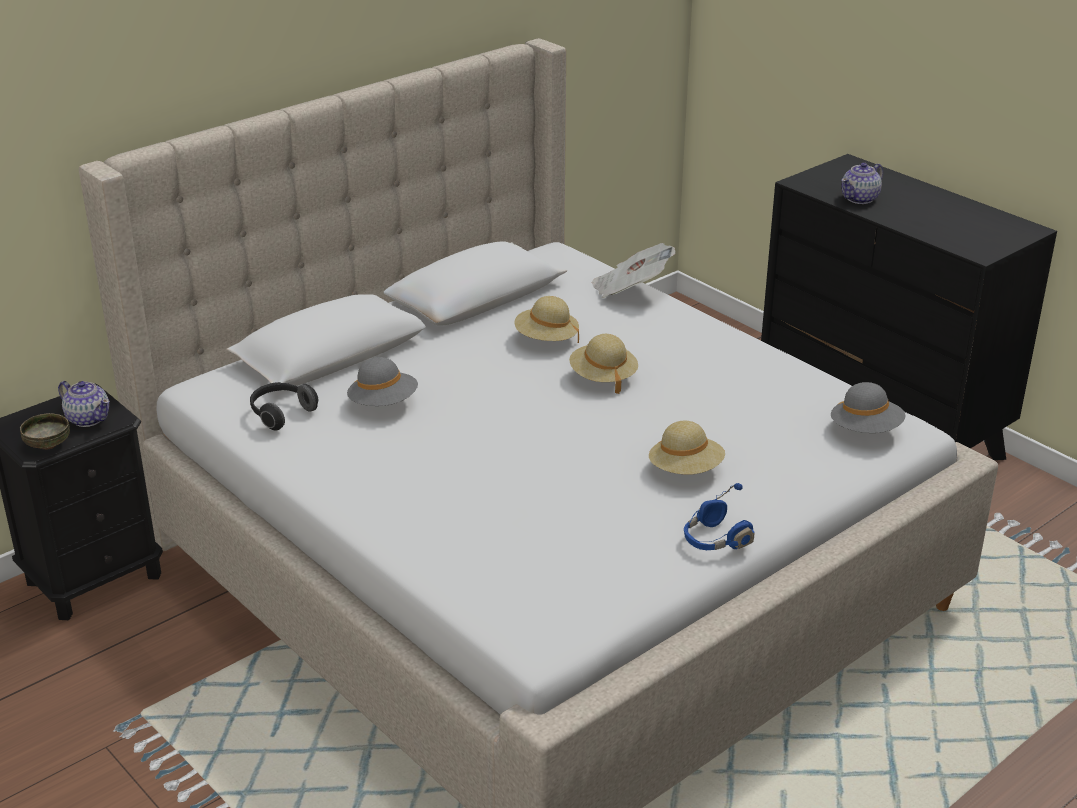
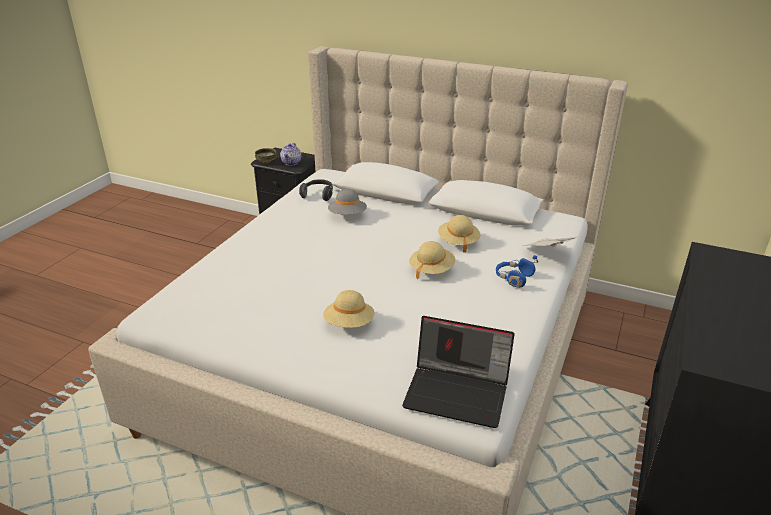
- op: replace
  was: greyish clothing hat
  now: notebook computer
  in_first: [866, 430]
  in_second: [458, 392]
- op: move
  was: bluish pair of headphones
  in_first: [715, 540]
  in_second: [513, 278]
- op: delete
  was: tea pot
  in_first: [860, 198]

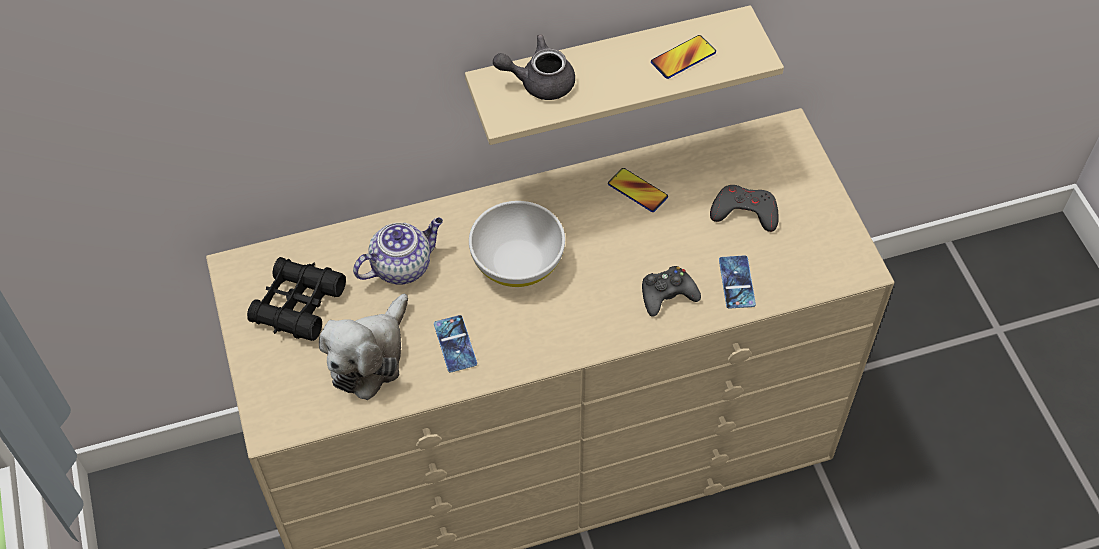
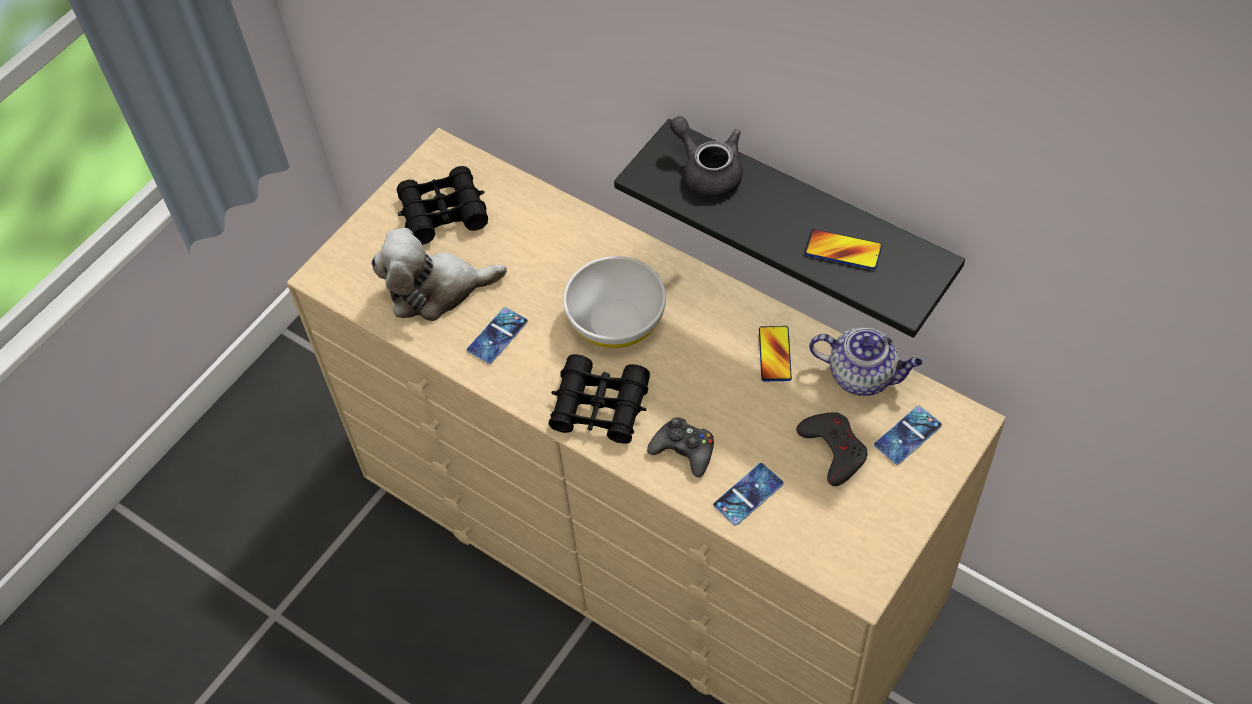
- op: insert
  now: blackish pair of binoculars
  in_second: [600, 407]
- op: recolor
  was: beige wall shelf
  now: blackish wall shelf
  in_first: [608, 71]
  in_second: [808, 220]
- op: move
  was: tea pot
  in_first: [402, 266]
  in_second: [863, 375]
- op: insert
  now: handset
  in_second: [907, 435]

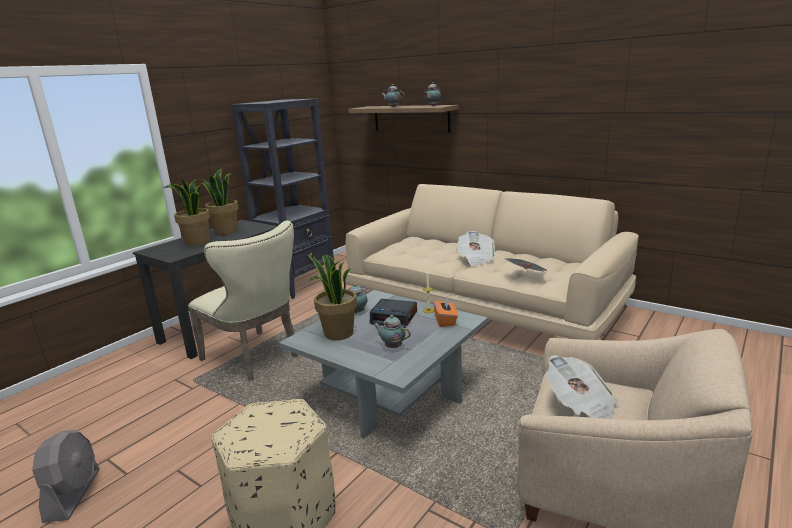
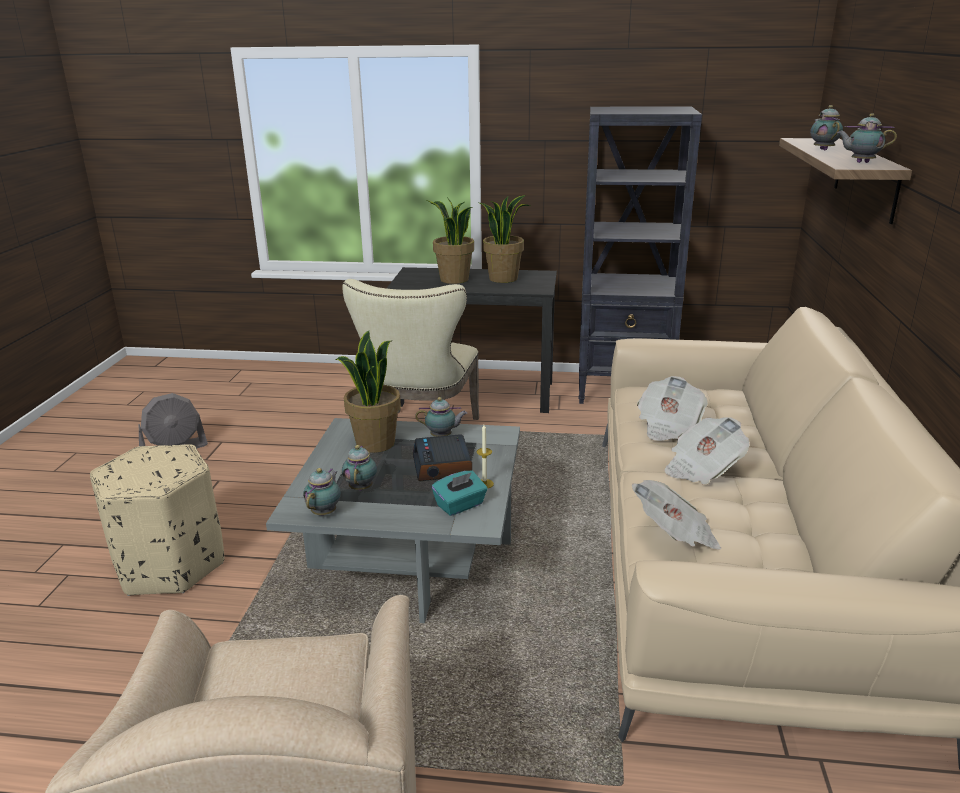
- op: insert
  now: tea pot
  in_second: [325, 512]
- op: recolor
  was: orange-coloured tissue box
  now: turquoise-coloured tissue box
  in_first: [445, 321]
  in_second: [460, 505]
- op: move
  was: printed paper
  in_first: [580, 406]
  in_second: [668, 426]

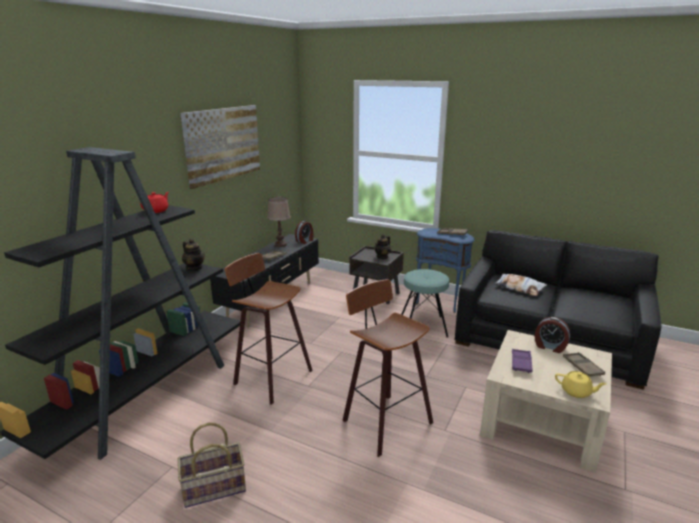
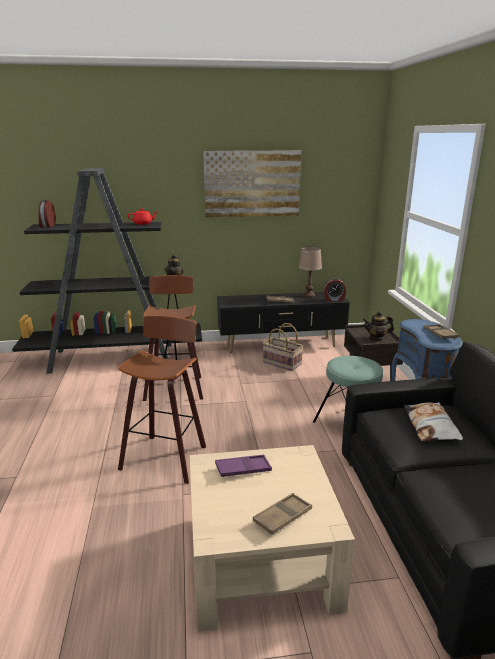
- op: move
  was: alarm clock
  in_first: [550, 347]
  in_second: [47, 225]
- op: move
  was: storage basket
  in_first: [214, 489]
  in_second: [281, 363]
- op: delete
  was: yellow tea pot
  in_first: [576, 392]

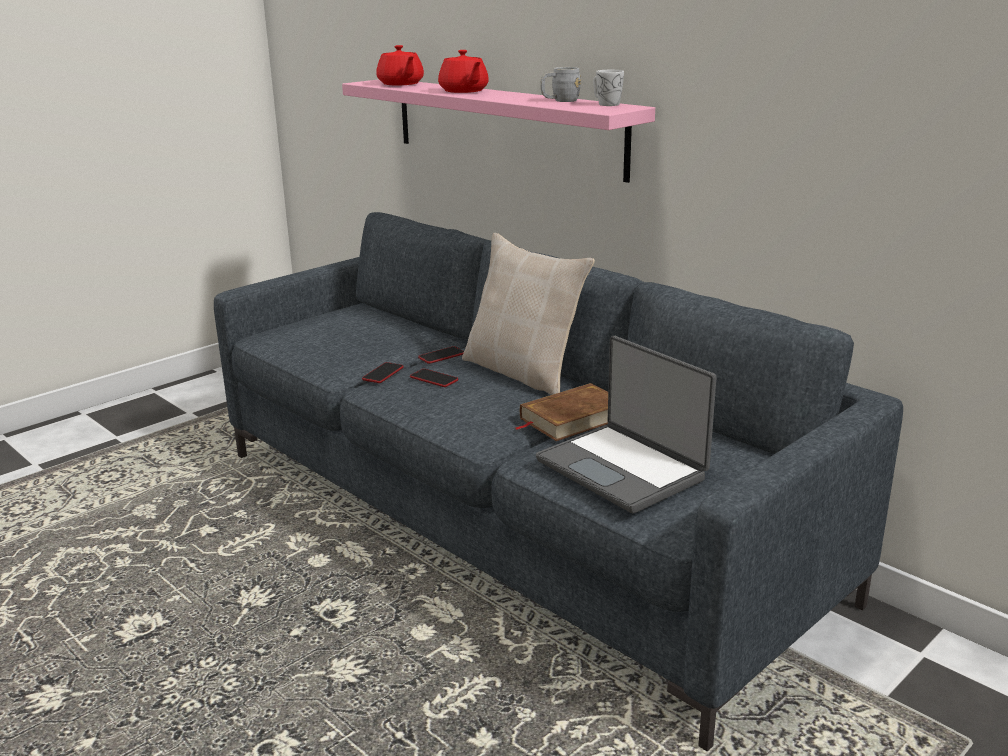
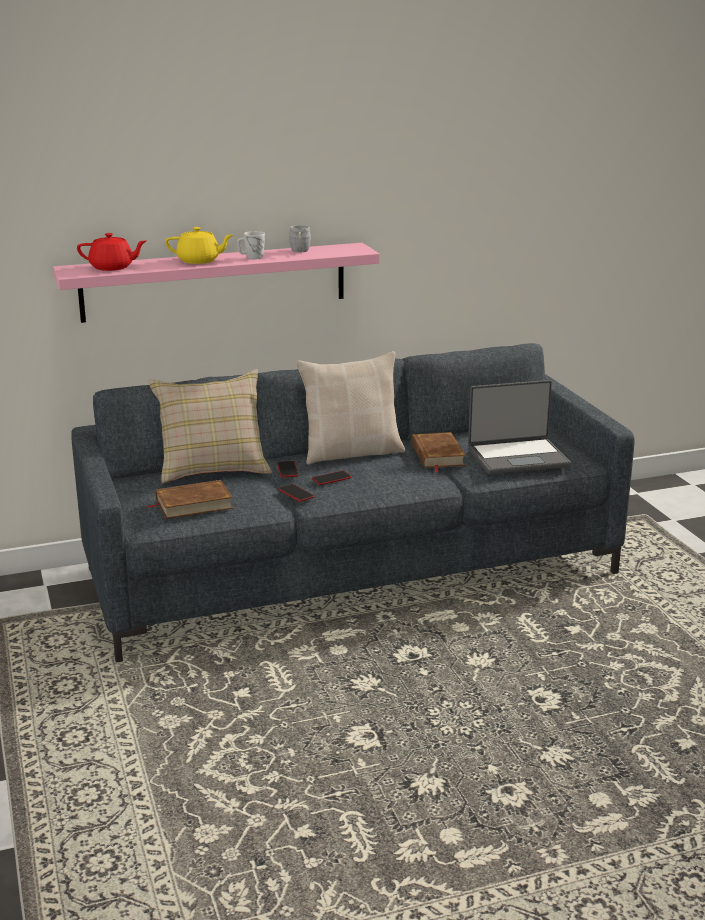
- op: insert
  now: brown-coloured bound book
  in_second: [193, 504]
- op: insert
  now: beige throw pillow
  in_second: [212, 468]
- op: recolor
  was: red tea pot
  now: yellow tea pot
  in_first: [464, 91]
  in_second: [199, 261]
- op: move
  was: white-coloured coffee mug
  in_first: [606, 104]
  in_second: [251, 257]

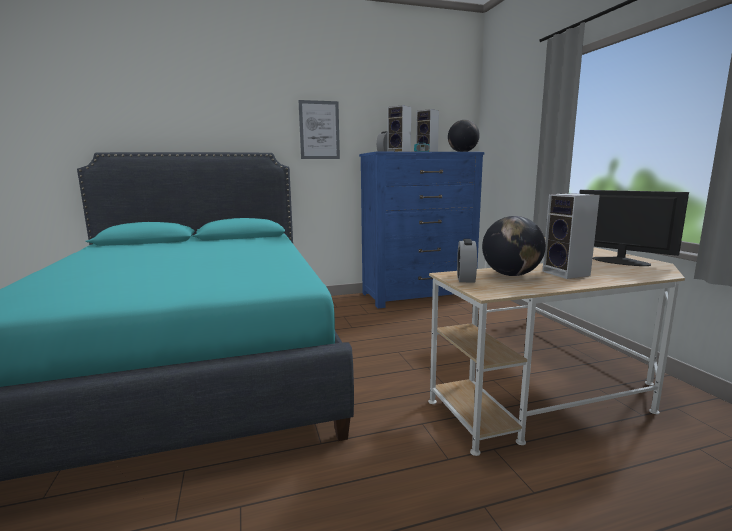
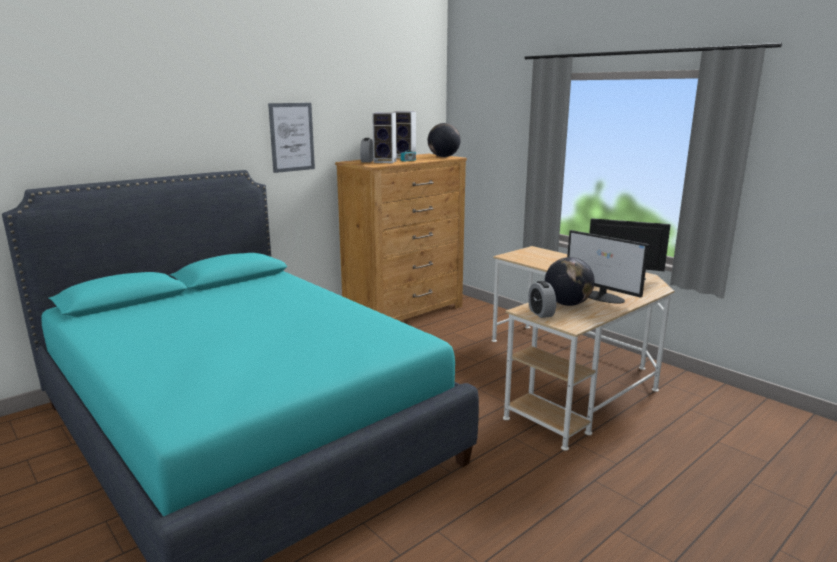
- op: recolor
  was: bluish chest of drawers
  now: brown-coloured chest of drawers
  in_first: [418, 295]
  in_second: [404, 312]
- op: replace
  was: loudspeaker
  now: computer display
  in_first: [567, 274]
  in_second: [603, 297]

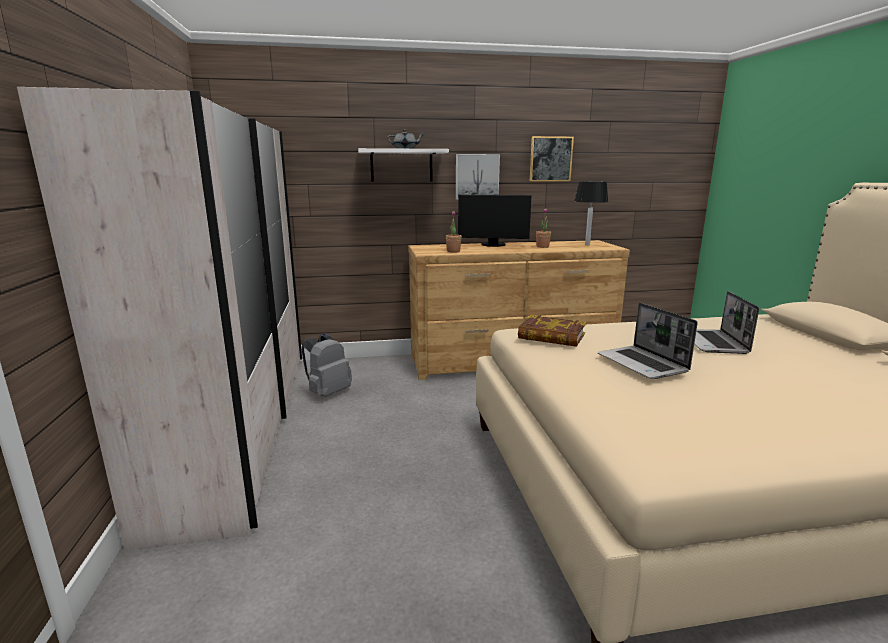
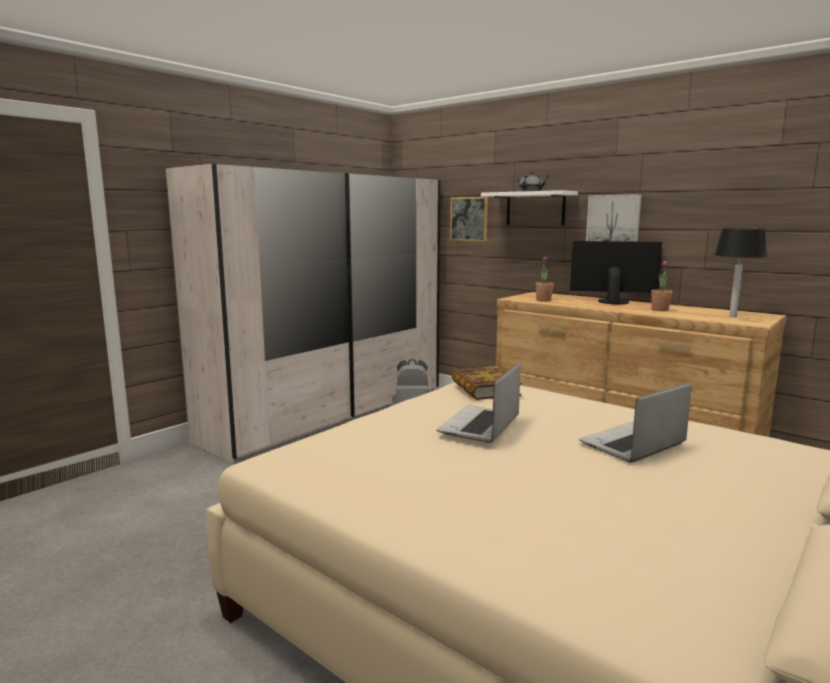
- op: move
  was: picture
  in_first: [550, 159]
  in_second: [469, 219]
- op: rotate
  was: computer display
  in_first: [493, 245]
  in_second: [612, 301]
  clockwise: 135

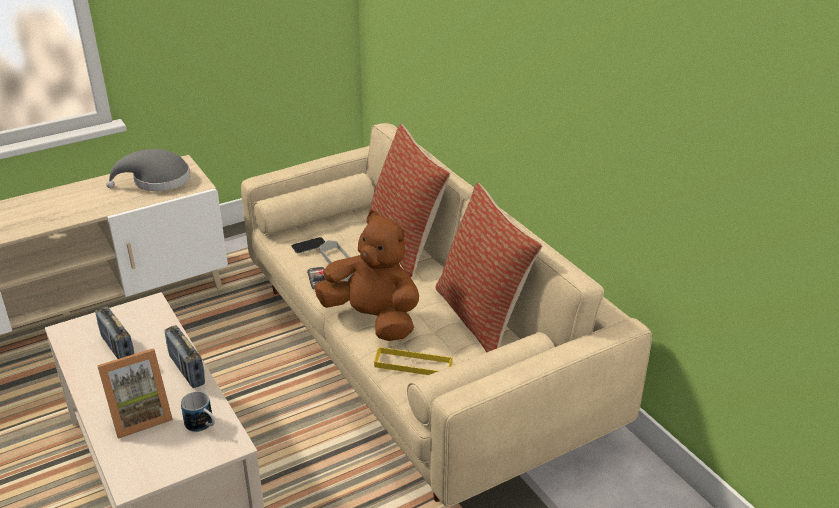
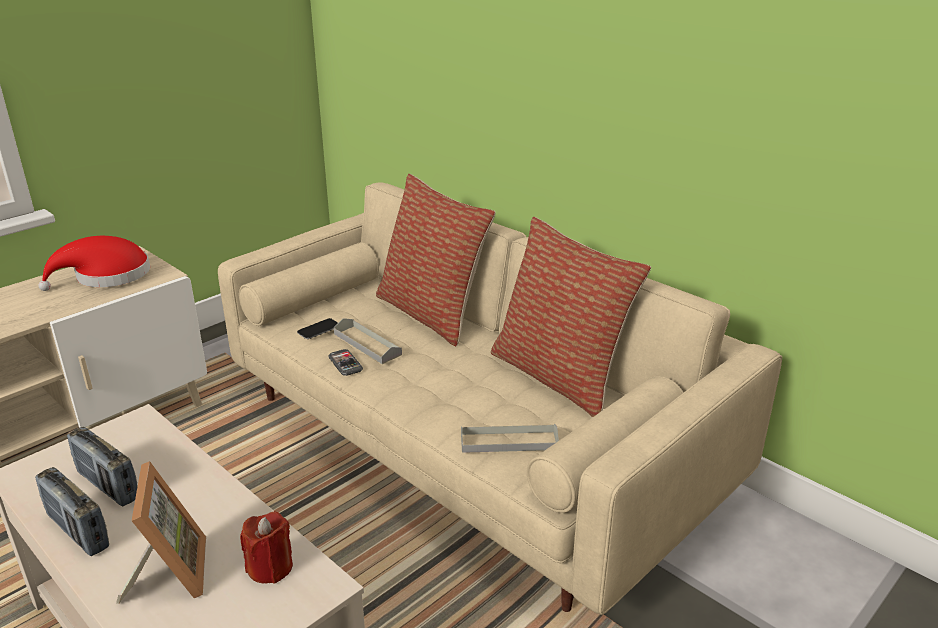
- op: move
  was: radio set
  in_first: [187, 370]
  in_second: [78, 531]
- op: recolor
  was: greyish clothing hat
  now: red clothing hat
  in_first: [157, 181]
  in_second: [106, 276]
- op: rotate
  was: photo frame
  in_first: [139, 416]
  in_second: [169, 573]
  clockwise: -60
- op: replace
  was: coffee mug
  now: red wax light
  in_first: [203, 425]
  in_second: [270, 567]
- op: recolor
  was: yellow tray
  now: greyish tray
  in_first: [413, 365]
  in_second: [508, 442]
- op: delete
  was: brown-coloured plush toy
  in_first: [373, 319]

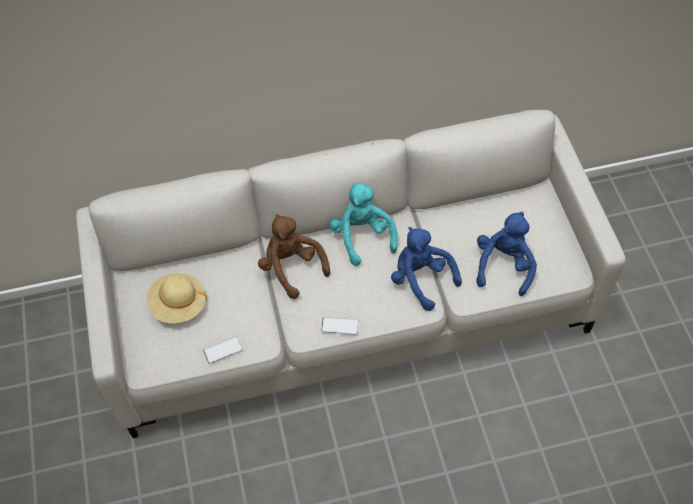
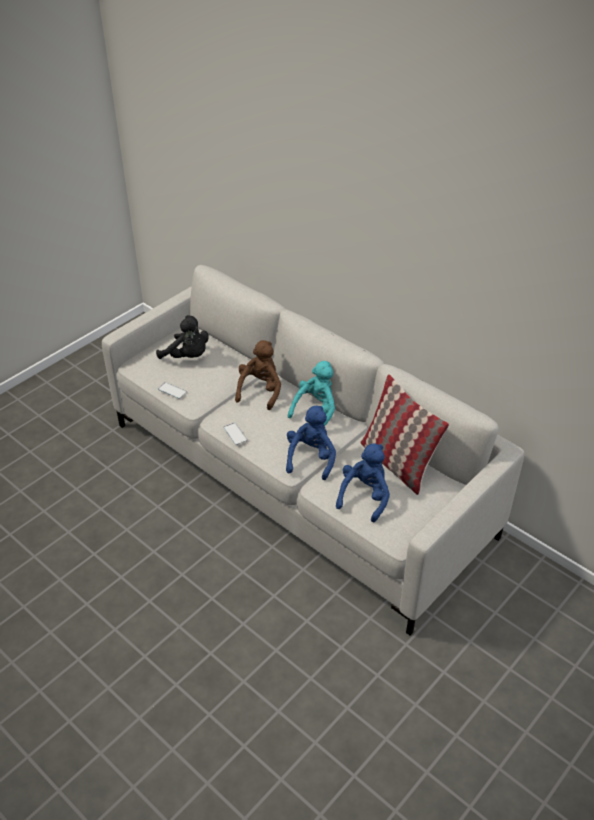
- op: replace
  was: beige clothing hat
  now: blackish plush toy
  in_first: [178, 305]
  in_second: [187, 356]
- op: rotate
  was: bluish plush toy
  in_first: [503, 265]
  in_second: [365, 496]
  clockwise: -45
- op: insert
  now: throw pillow
  in_second: [397, 463]

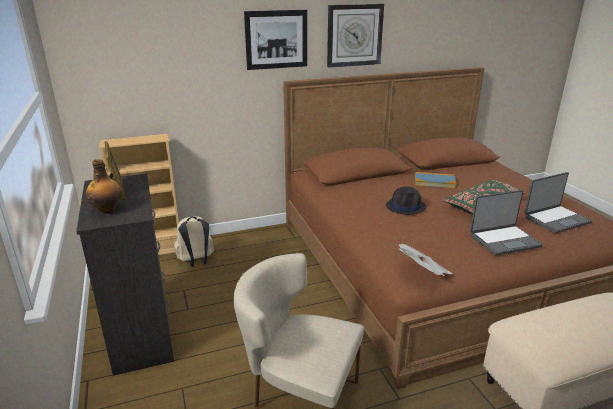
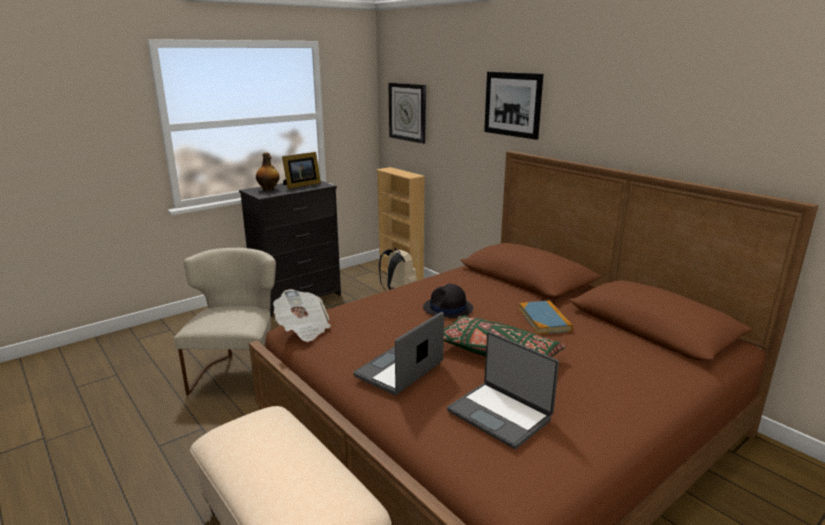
- op: rotate
  was: notebook computer
  in_first: [504, 240]
  in_second: [400, 371]
  clockwise: 75
- op: move
  was: hanging clock
  in_first: [354, 35]
  in_second: [407, 112]

